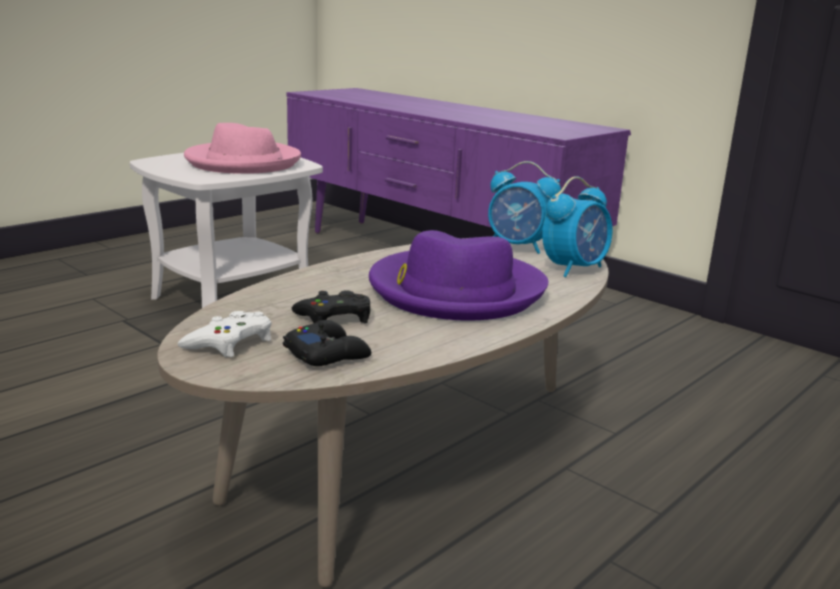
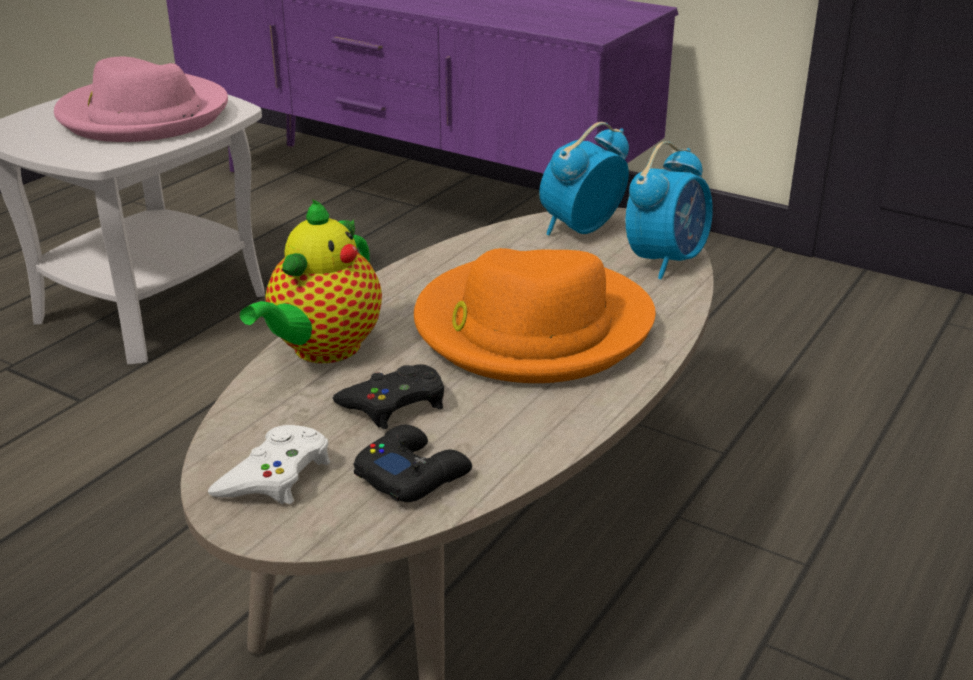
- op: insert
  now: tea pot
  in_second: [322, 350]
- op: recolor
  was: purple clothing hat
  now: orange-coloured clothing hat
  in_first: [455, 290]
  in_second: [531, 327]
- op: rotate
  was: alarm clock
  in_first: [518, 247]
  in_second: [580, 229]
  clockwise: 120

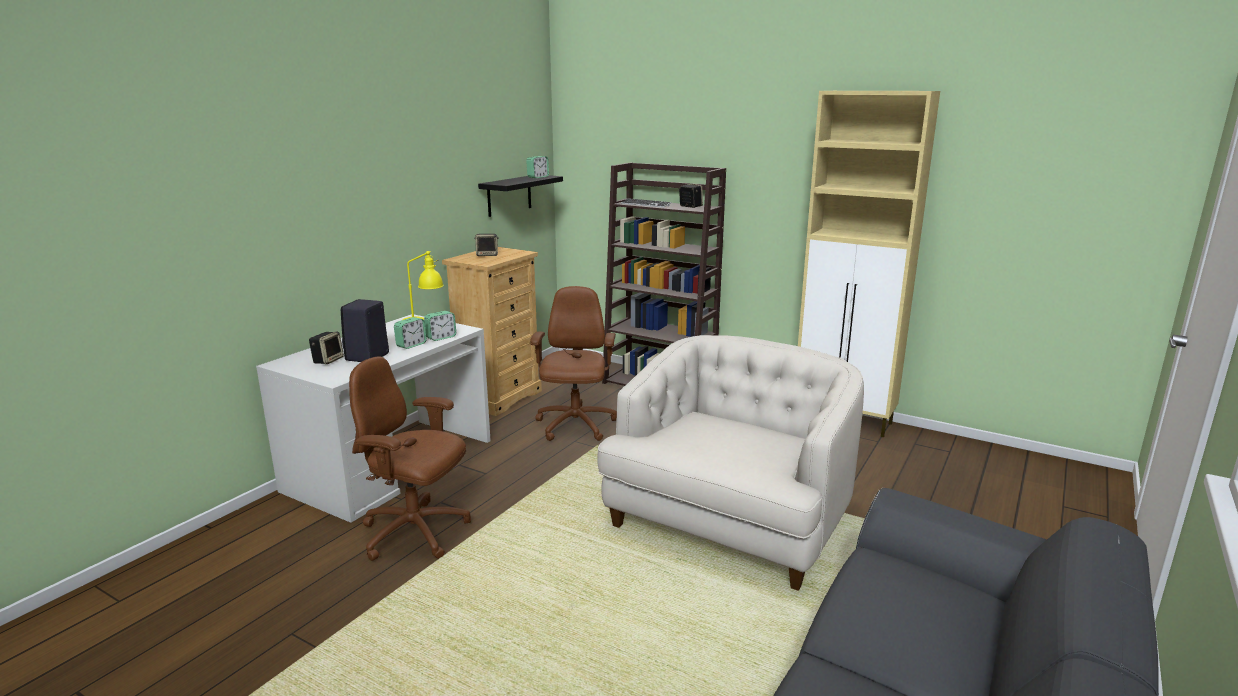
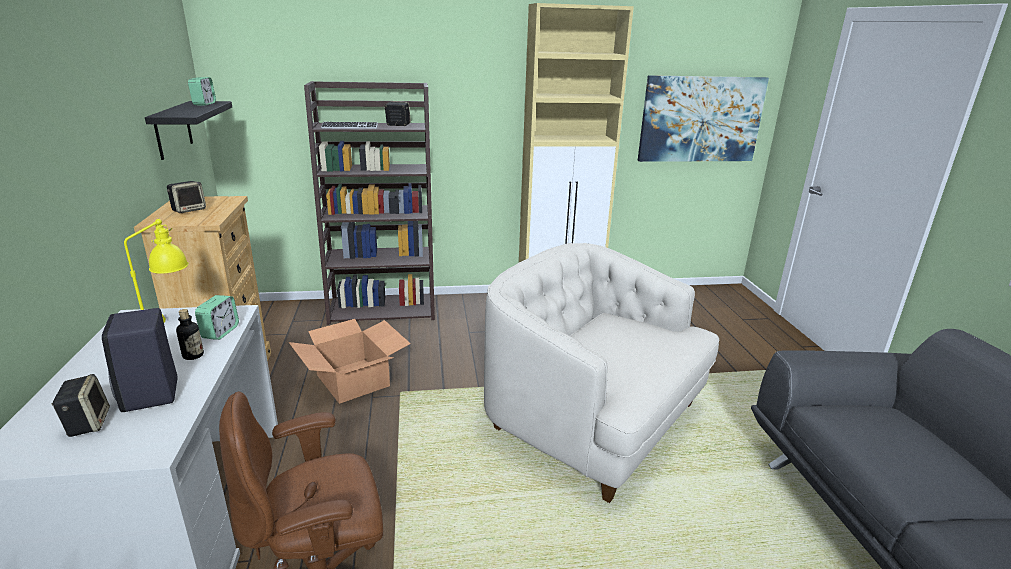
- op: replace
  was: alarm clock
  now: drink bottle
  in_first: [411, 345]
  in_second: [193, 355]
- op: replace
  was: brown-coloured computer chair
  now: packing box
  in_first: [575, 426]
  in_second: [353, 380]
- op: rotate
  was: white-coloured easy chair
  in_first: [730, 521]
  in_second: [593, 421]
  clockwise: -45
- op: insert
  now: picture
  in_second: [700, 119]

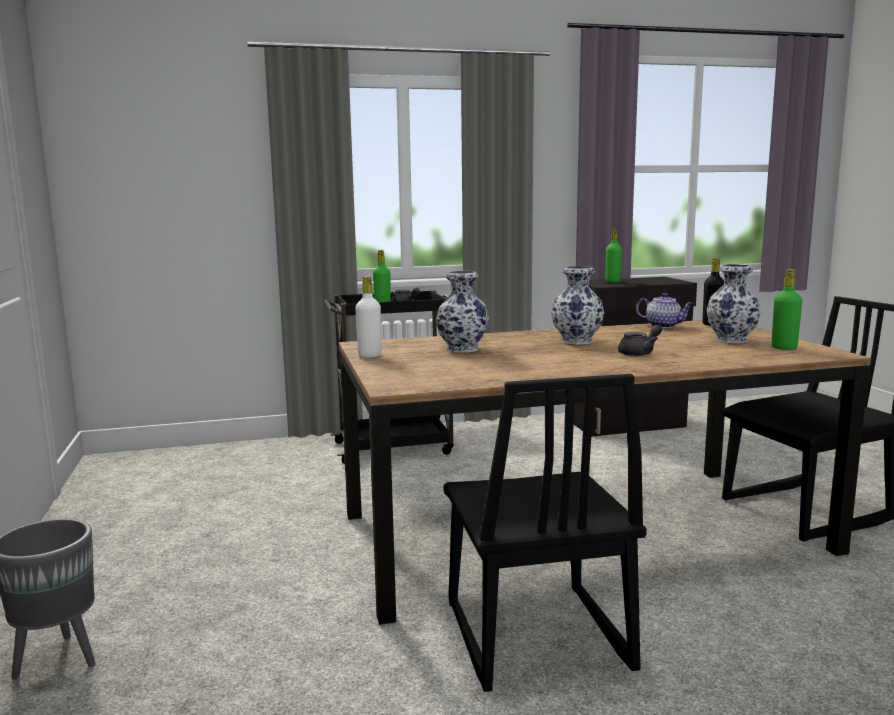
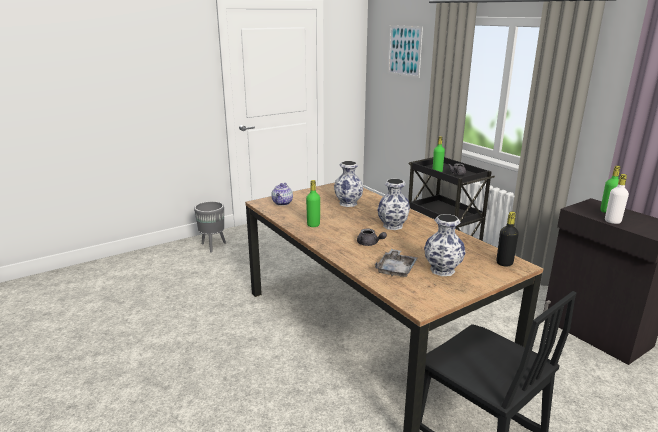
- op: move
  was: tea pot
  in_first: [664, 326]
  in_second: [282, 203]
- op: move
  was: green-coloured drink bottle
  in_first: [784, 348]
  in_second: [313, 225]
- op: insert
  now: greyish tray
  in_second: [396, 269]
- op: insert
  now: picture
  in_second: [404, 51]
- op: move
  was: white-coloured drink bottle
  in_first: [369, 355]
  in_second: [612, 221]
- op: delete
  was: blackish plain chair
  in_first: [534, 637]

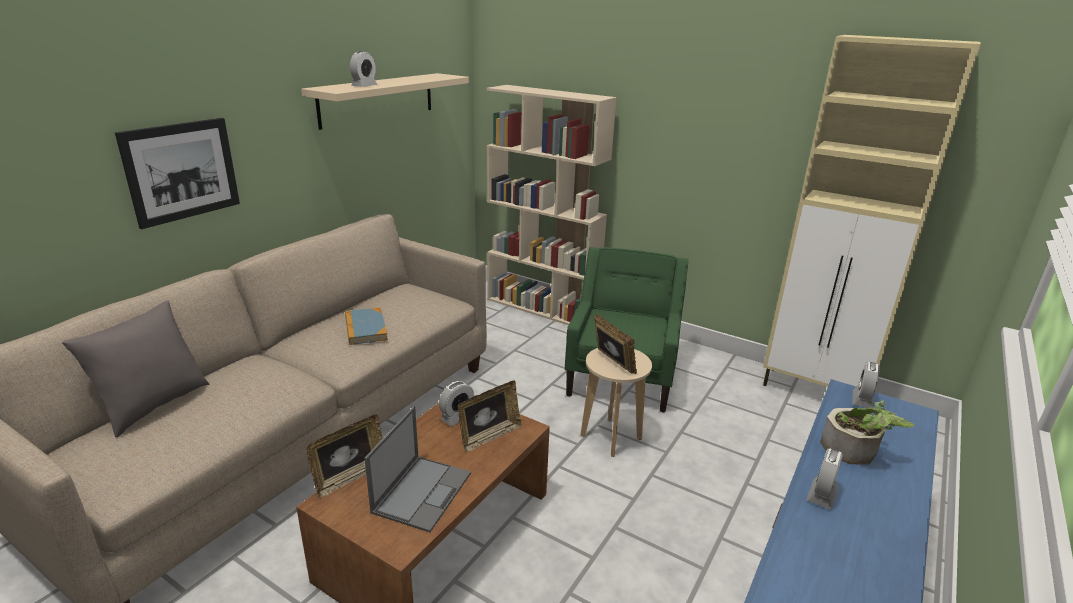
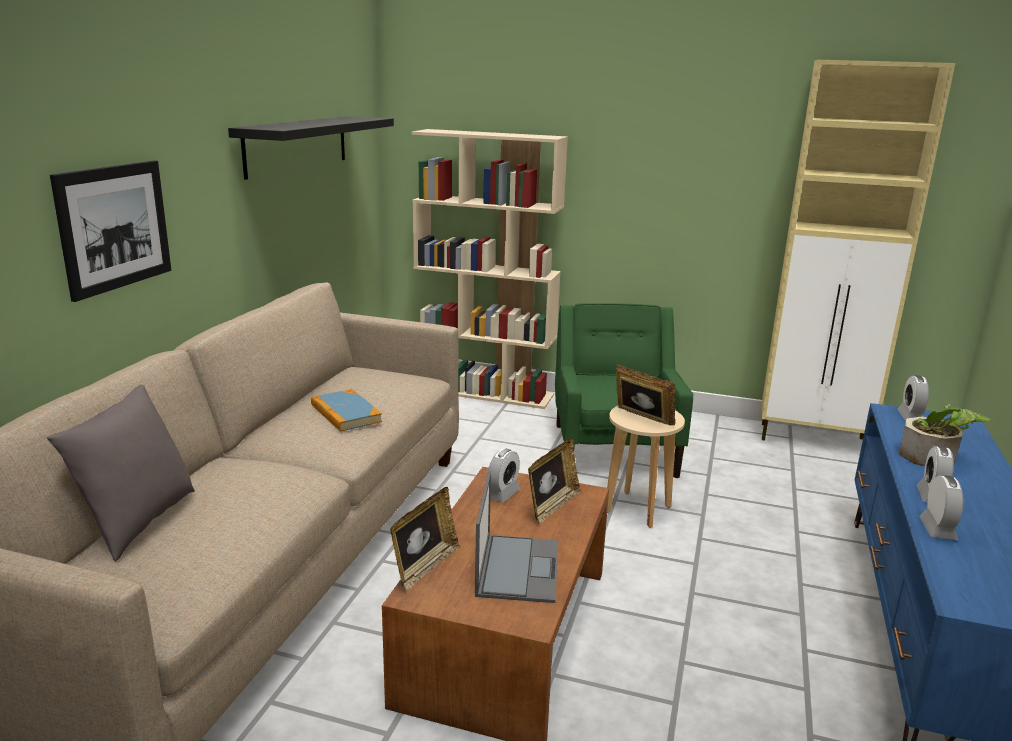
- op: recolor
  was: beige wall shelf
  now: blackish wall shelf
  in_first: [378, 99]
  in_second: [297, 145]
- op: move
  was: alarm clock
  in_first: [364, 86]
  in_second: [937, 529]

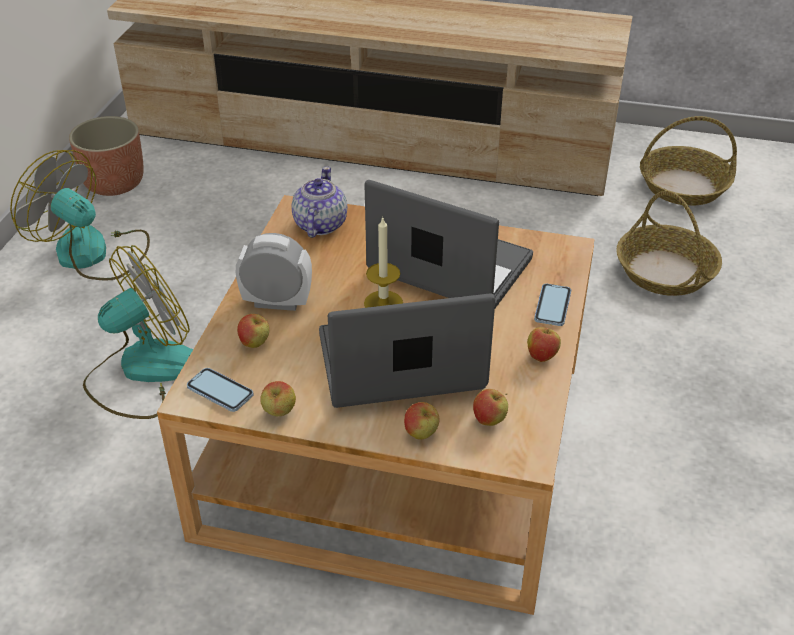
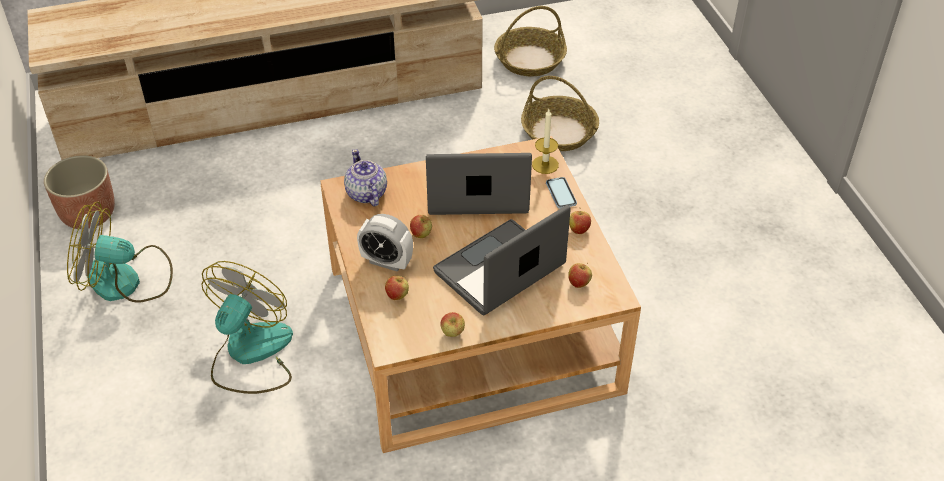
- op: rotate
  was: alarm clock
  in_first: [277, 302]
  in_second: [386, 262]
  clockwise: -135
- op: move
  was: apple fruit
  in_first: [421, 434]
  in_second: [421, 235]
- op: move
  was: wax light
  in_first: [383, 303]
  in_second: [545, 164]
- op: delete
  was: handset
  in_first: [220, 391]

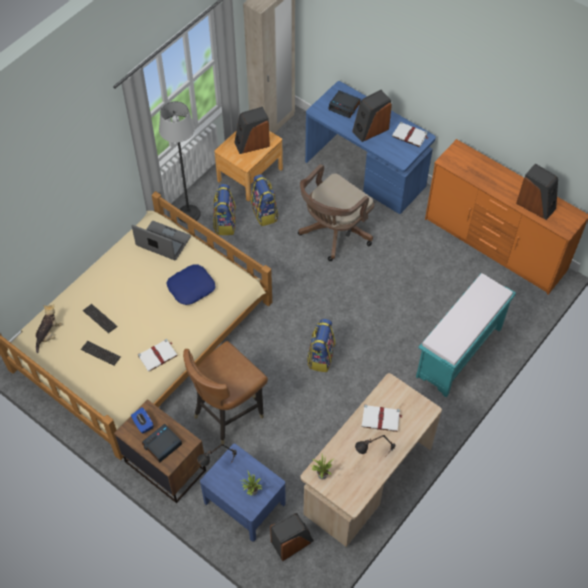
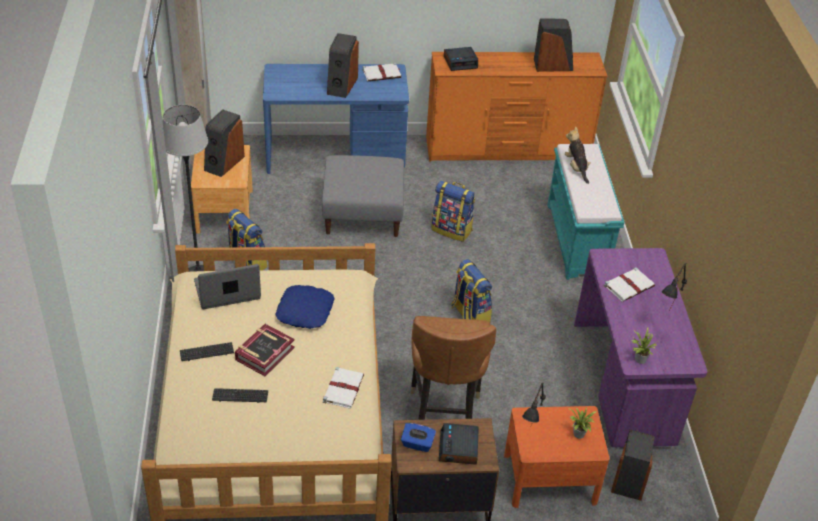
- op: move
  was: keyboard
  in_first: [100, 353]
  in_second: [206, 352]
- op: insert
  now: bound book
  in_second: [264, 353]
- op: replace
  was: brown-coloured computer chair
  now: greyish footrest
  in_first: [333, 233]
  in_second: [362, 214]
- op: move
  was: backpack
  in_first: [265, 213]
  in_second: [452, 230]
- op: move
  was: alarm clock
  in_first: [344, 106]
  in_second: [460, 62]
- op: recolor
  was: bluish nightstand
  now: orange-coloured nightstand
  in_first: [244, 503]
  in_second: [549, 478]
- op: move
  was: plush toy
  in_first: [49, 334]
  in_second: [576, 168]
- op: recolor
  was: beige desk table
  now: purple desk table
  in_first: [367, 479]
  in_second: [626, 382]

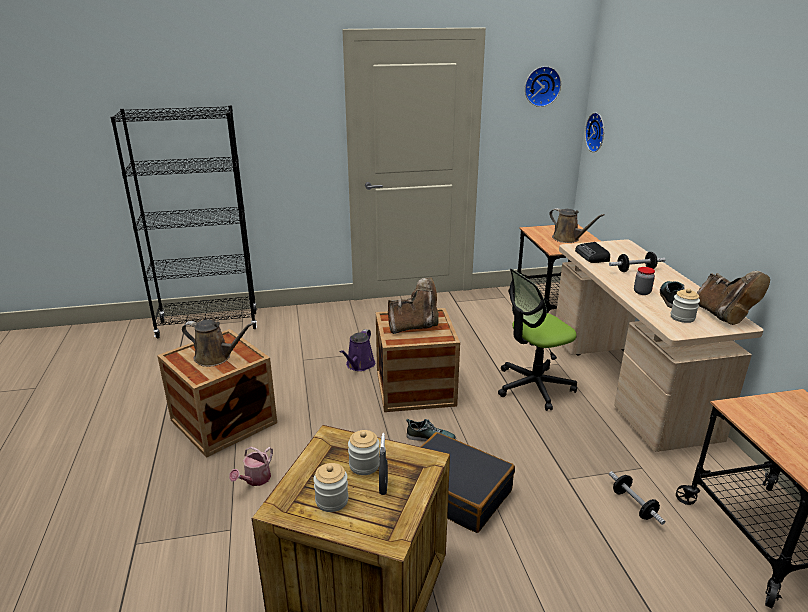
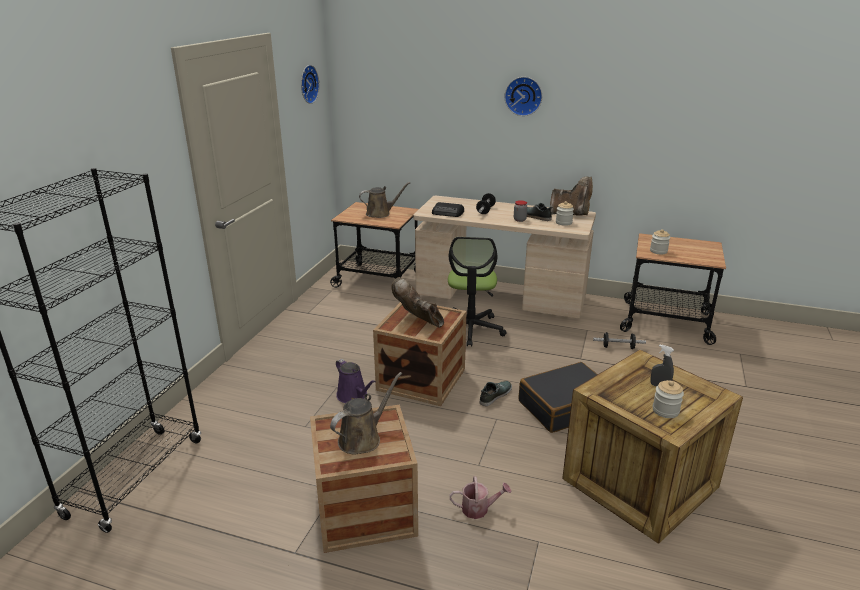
- op: rotate
  was: brown-coloured high-top boot
  in_first: [414, 326]
  in_second: [418, 321]
  clockwise: -60
- op: rotate
  was: watering can
  in_first: [255, 480]
  in_second: [479, 509]
  clockwise: -60
- op: move
  was: hanging clock
  in_first: [597, 132]
  in_second: [523, 96]
- op: move
  was: jar
  in_first: [364, 465]
  in_second: [658, 251]

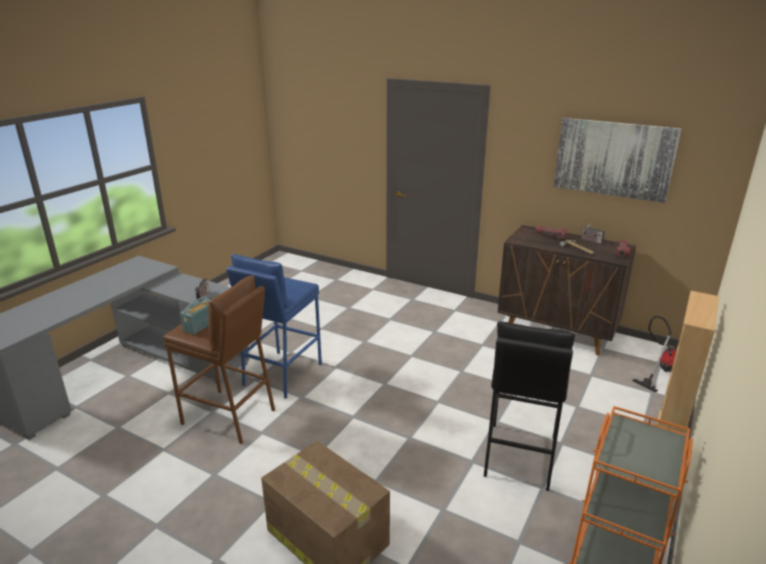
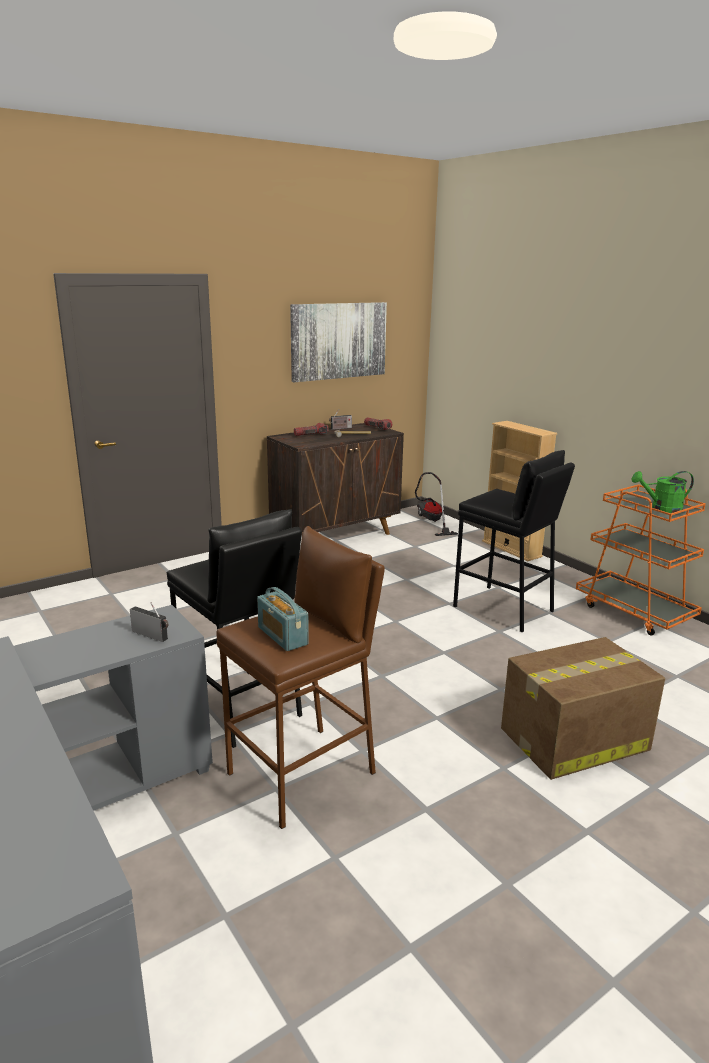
- op: recolor
  was: bluish stool
  now: blackish stool
  in_first: [281, 374]
  in_second: [240, 707]
- op: insert
  now: green-coloured watering can
  in_second: [661, 509]

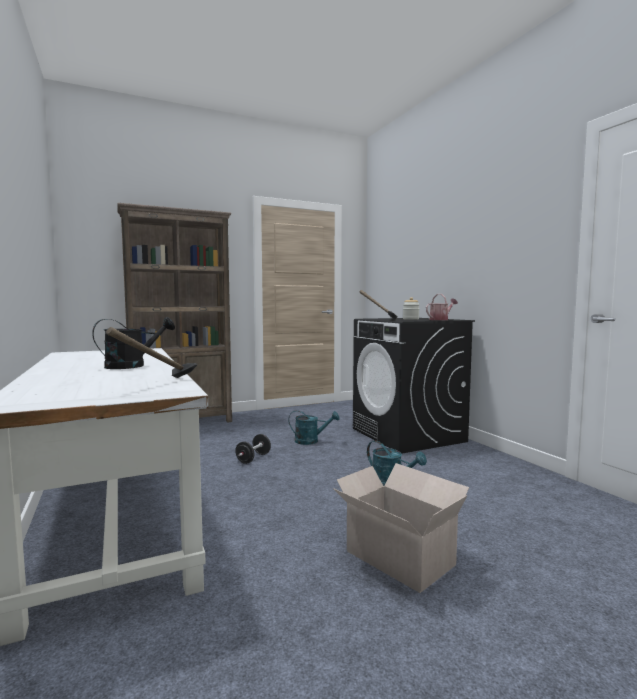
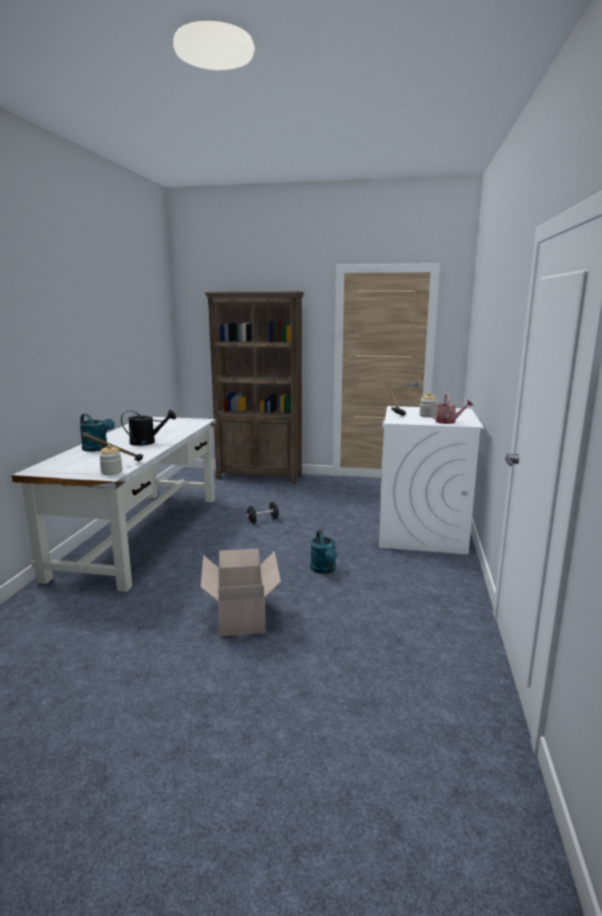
- op: move
  was: turquoise-coloured watering can
  in_first: [311, 441]
  in_second: [98, 449]
- op: insert
  now: jar
  in_second: [111, 472]
- op: recolor
  was: blackish laundry appliance
  now: white-coloured laundry appliance
  in_first: [408, 435]
  in_second: [421, 532]

